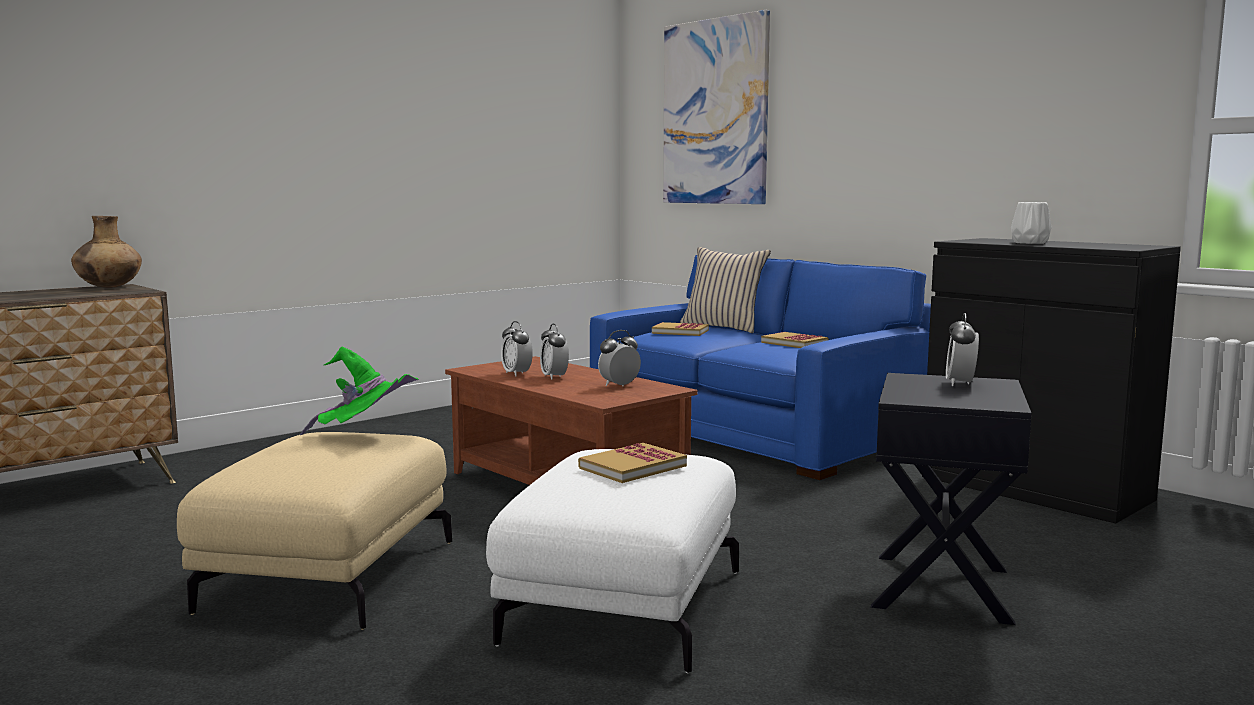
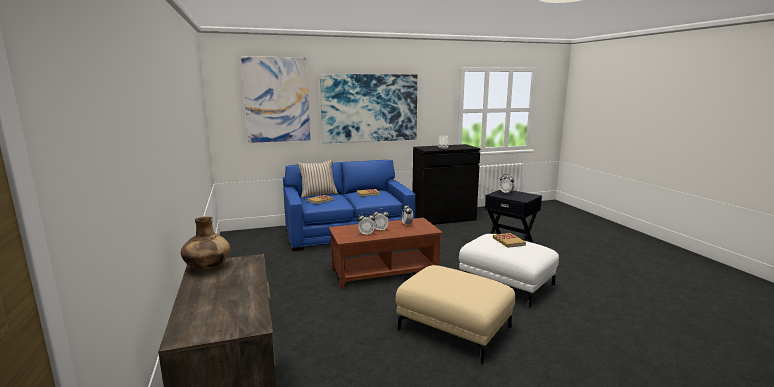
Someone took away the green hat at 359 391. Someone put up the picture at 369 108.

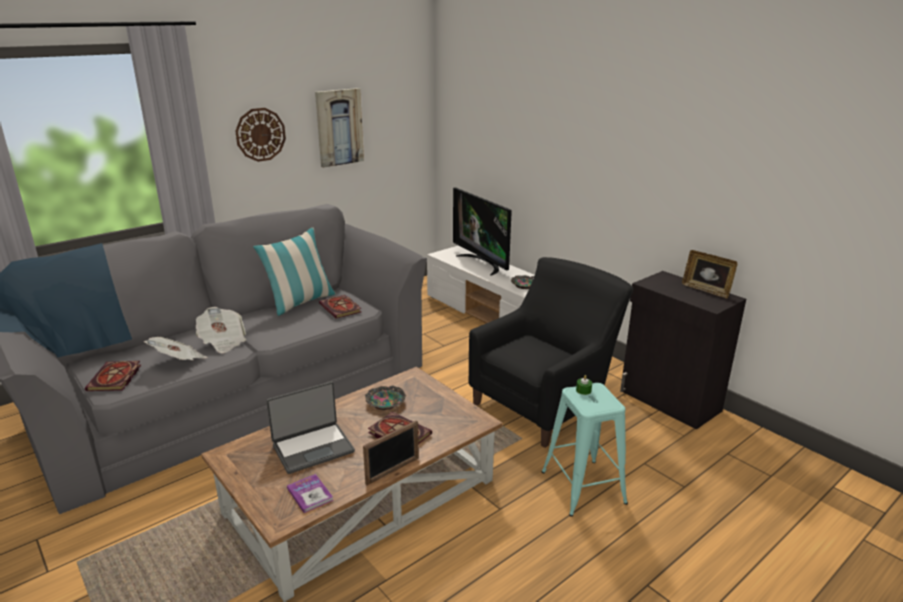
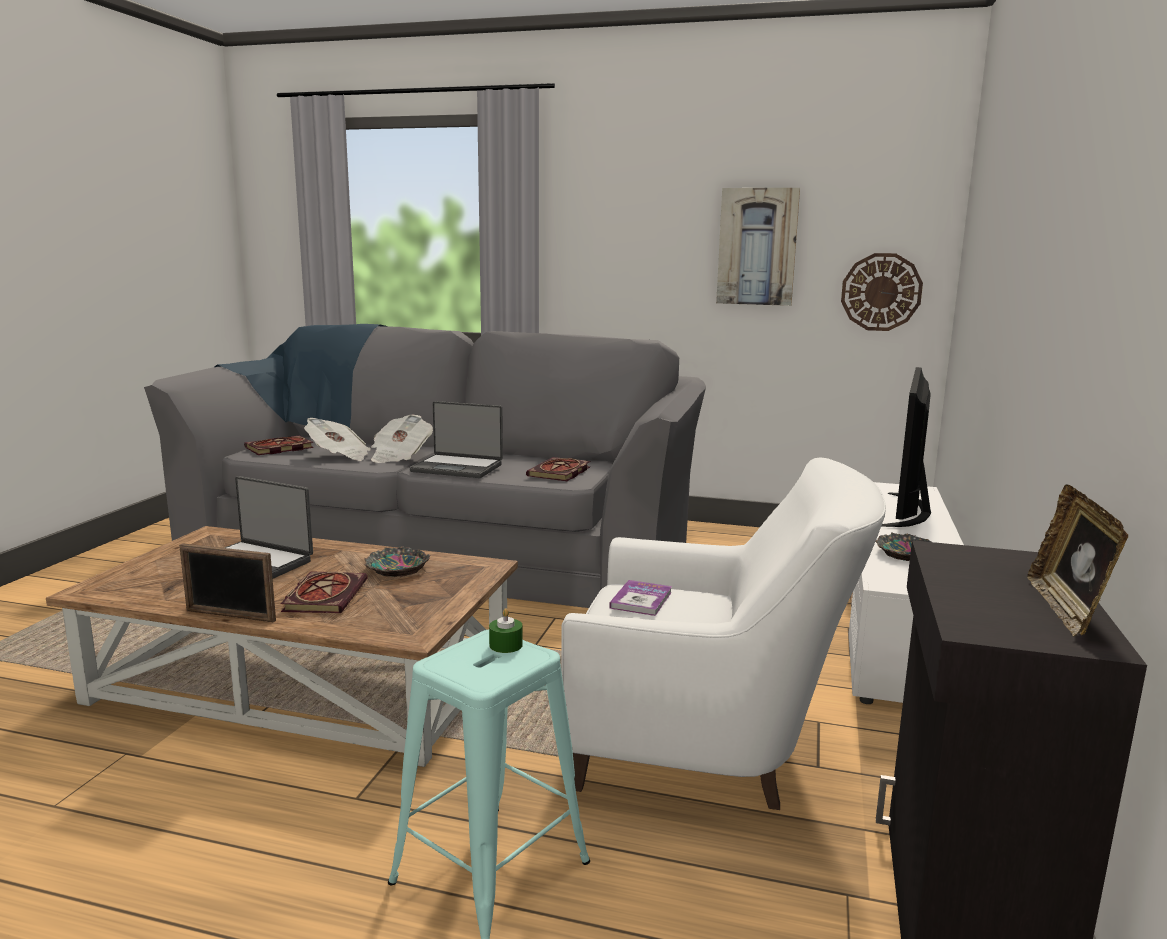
Someone carried the wall clock from 260 135 to 882 292. Someone took away the pillow at 294 272. Someone repainted the black armchair at 551 352, which became the white armchair at 723 633. Someone carried the book from 310 493 to 640 598. Someone put down the laptop at 456 439.

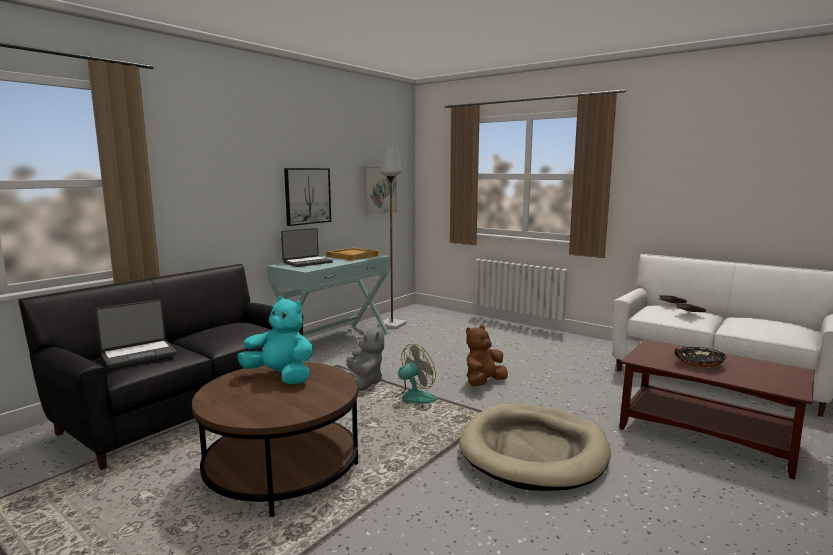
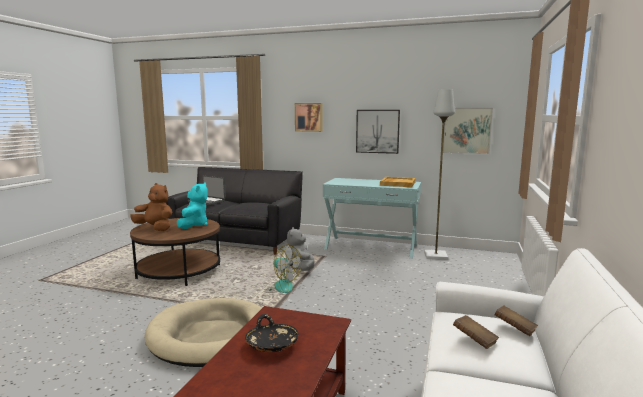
Someone took away the laptop at 307 247. Someone rotated the grey plush toy at 365 358 by 120 degrees clockwise. Someone carried the brown plush toy from 487 355 to 151 207. Someone put up the picture at 308 117.

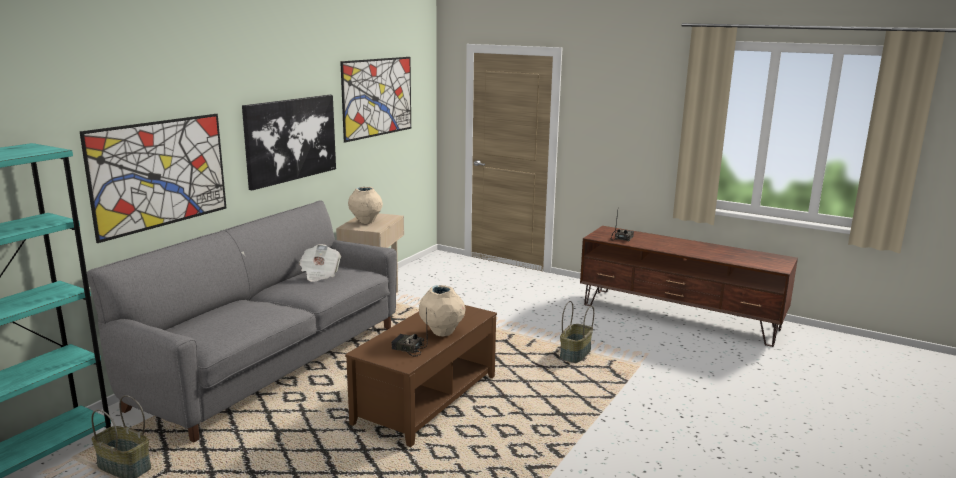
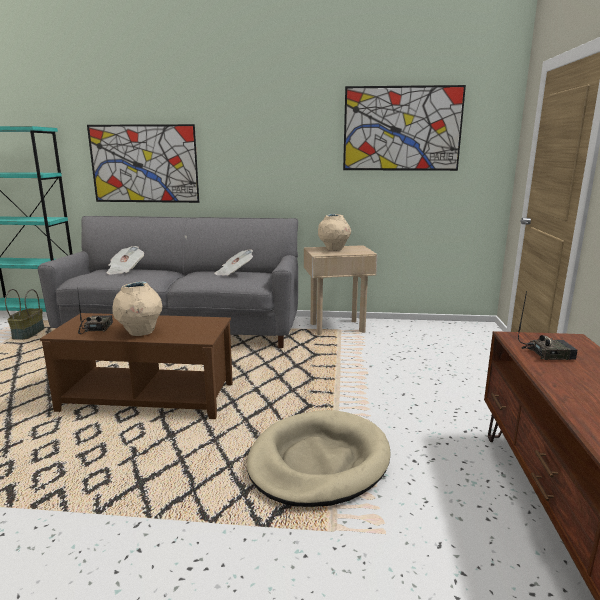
Someone took away the picture at 289 142. Someone swapped the basket at 577 332 for the beige dog bed at 318 458. Someone put down the newspaper at 125 260.

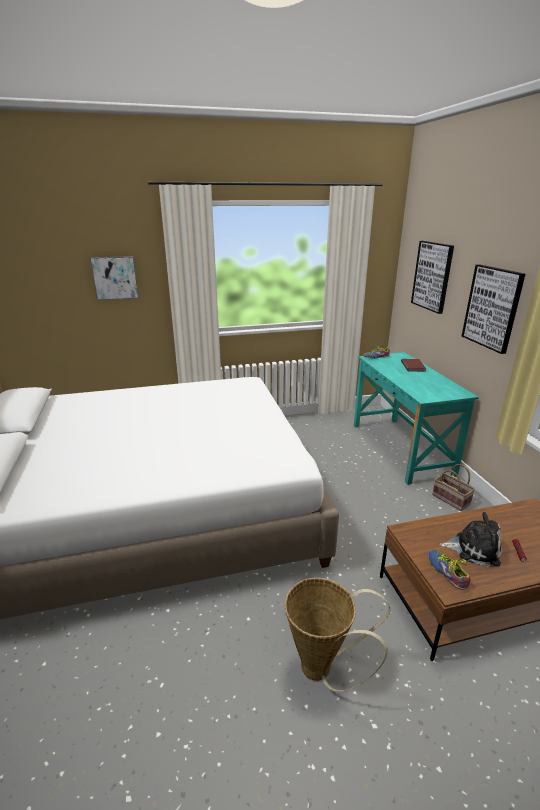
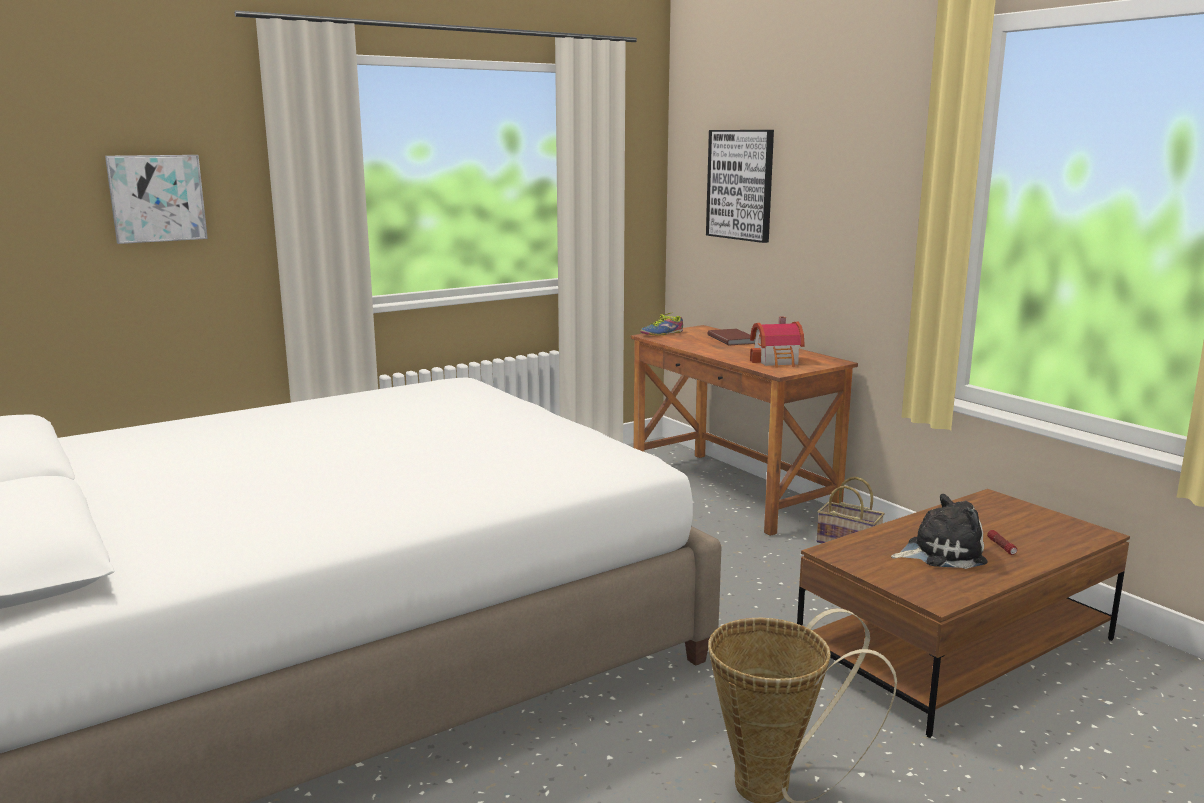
Someone took away the picture at 493 309. Someone repainted the turquoise desk at 416 418, which became the brown desk at 744 430. Someone took away the shoe at 449 569. Someone put down the toy house at 777 342.

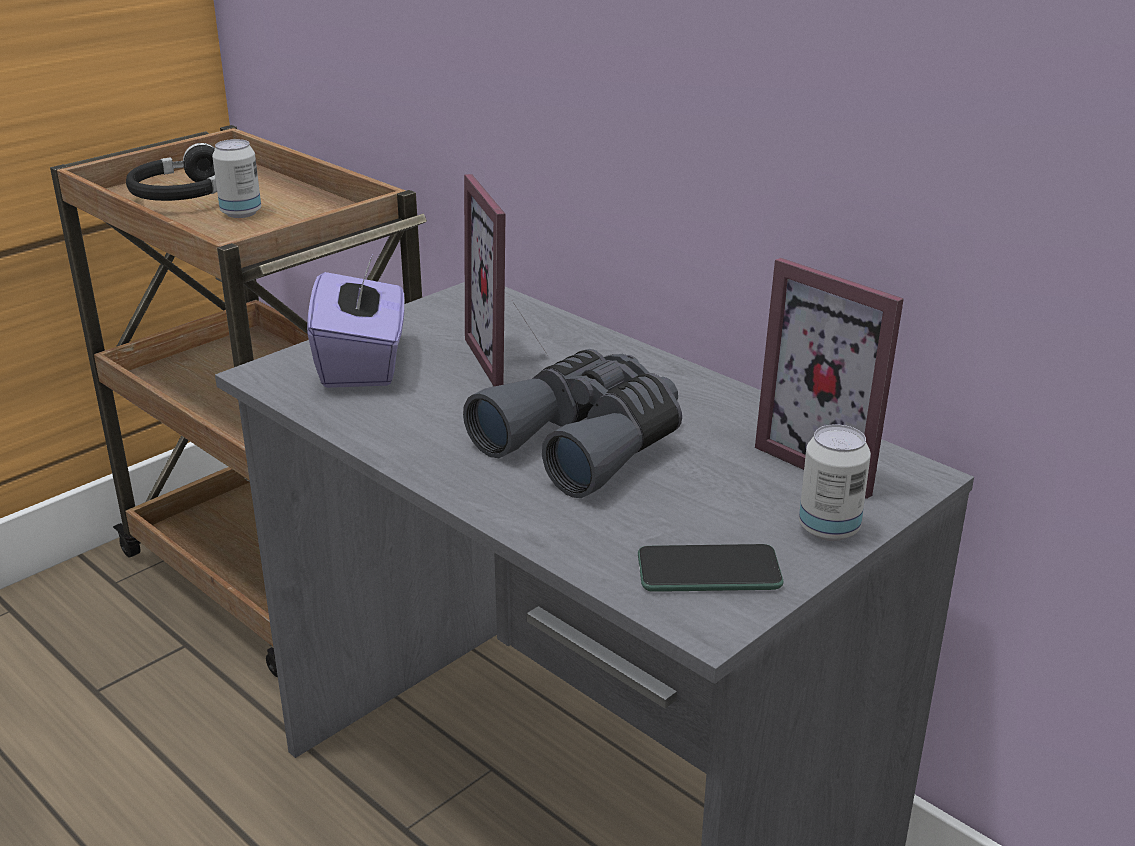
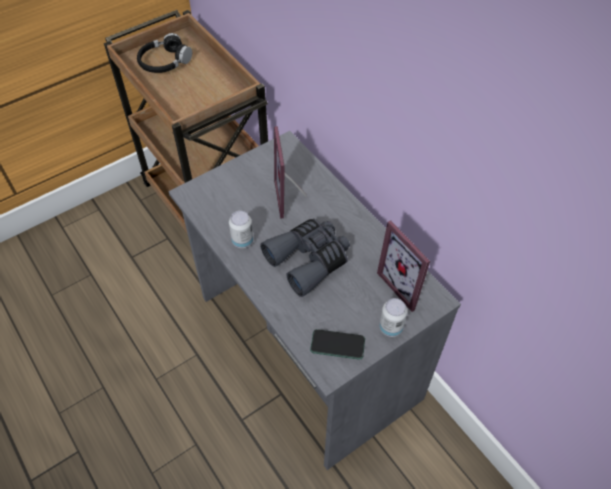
Someone carried the can from 236 178 to 241 229. Someone took away the purple tissue box at 356 321.

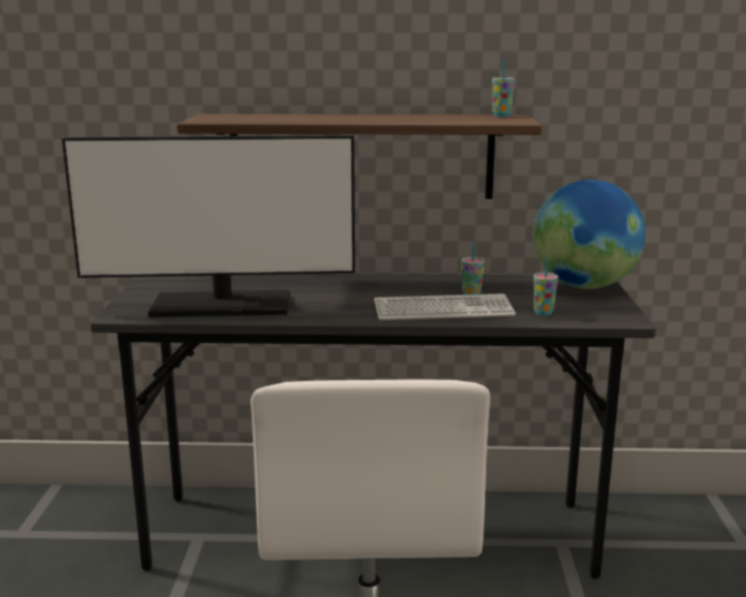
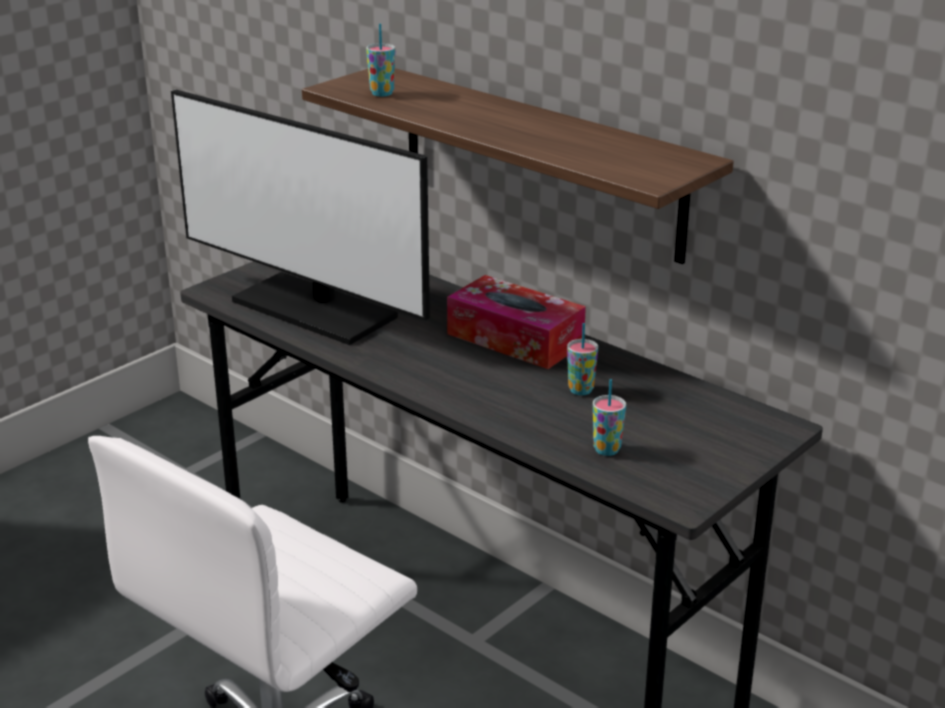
Someone carried the cup from 503 88 to 380 60. Someone took away the globe at 589 234. Someone took away the keyboard at 445 307. Someone put down the tissue box at 516 322.

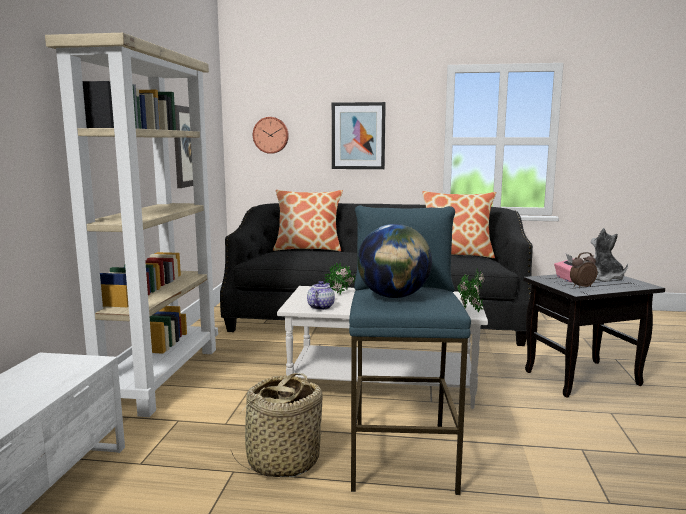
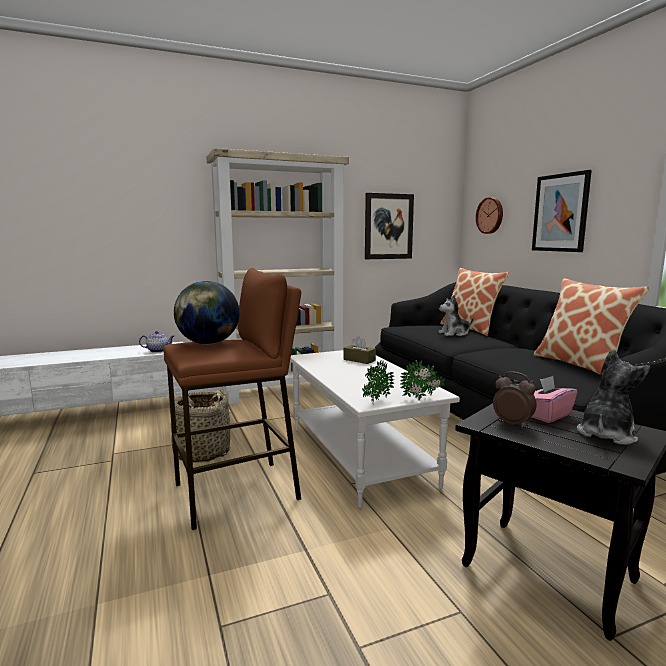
Someone repainted the blue stool at 410 350, which became the brown stool at 232 399. Someone swapped the potted plant at 340 278 for the brown tissue box at 359 350. Someone carried the teapot from 321 295 to 157 342. Someone put down the plush toy at 456 315.

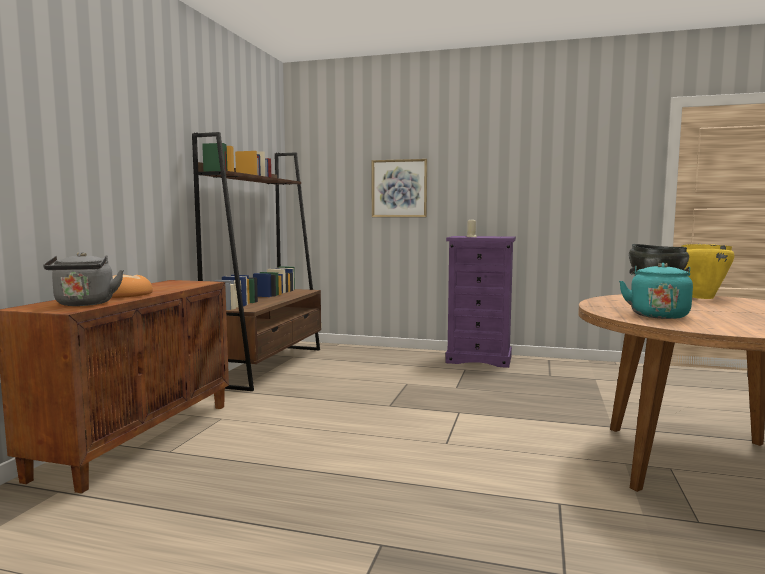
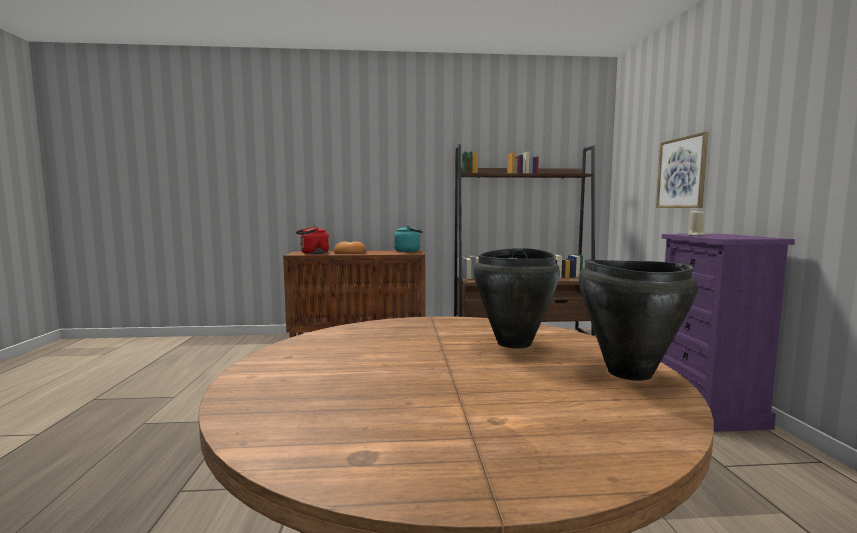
Someone repainted the yellow cooking pot at 708 271, which became the black cooking pot at 638 320. Someone repainted the grey kettle at 83 279, which became the red kettle at 312 240. Someone carried the turquoise kettle from 656 291 to 408 238.

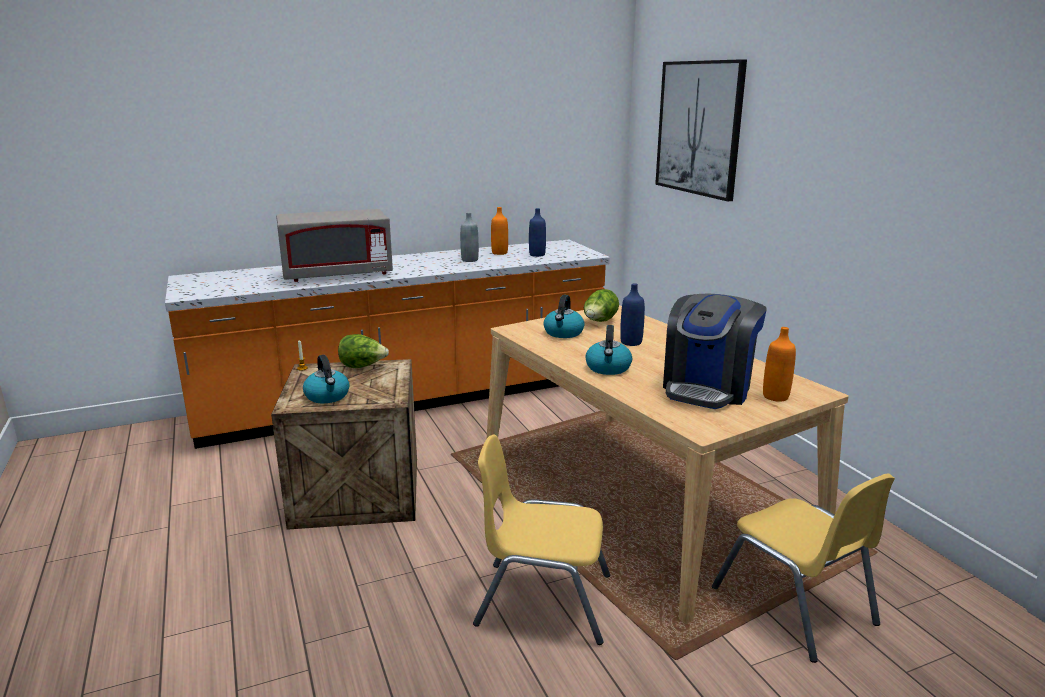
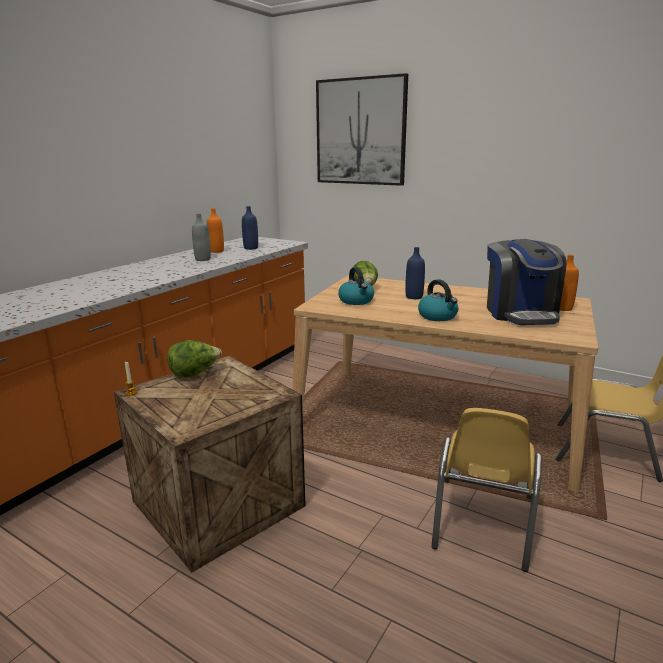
Someone took away the grey microwave at 334 245. Someone took away the kettle at 326 379. Someone rotated the yellow chair at 541 539 by 45 degrees counterclockwise.

